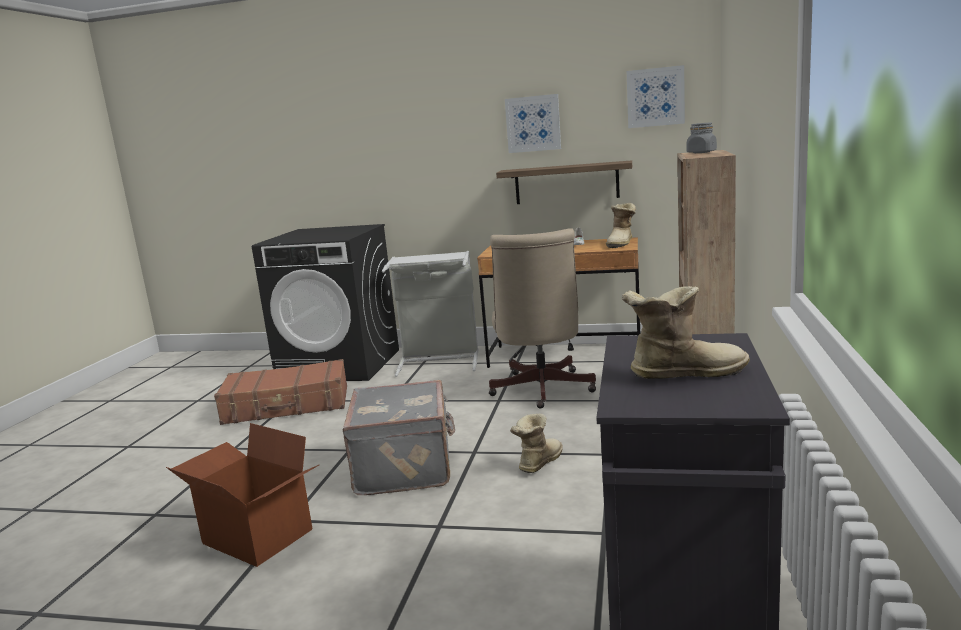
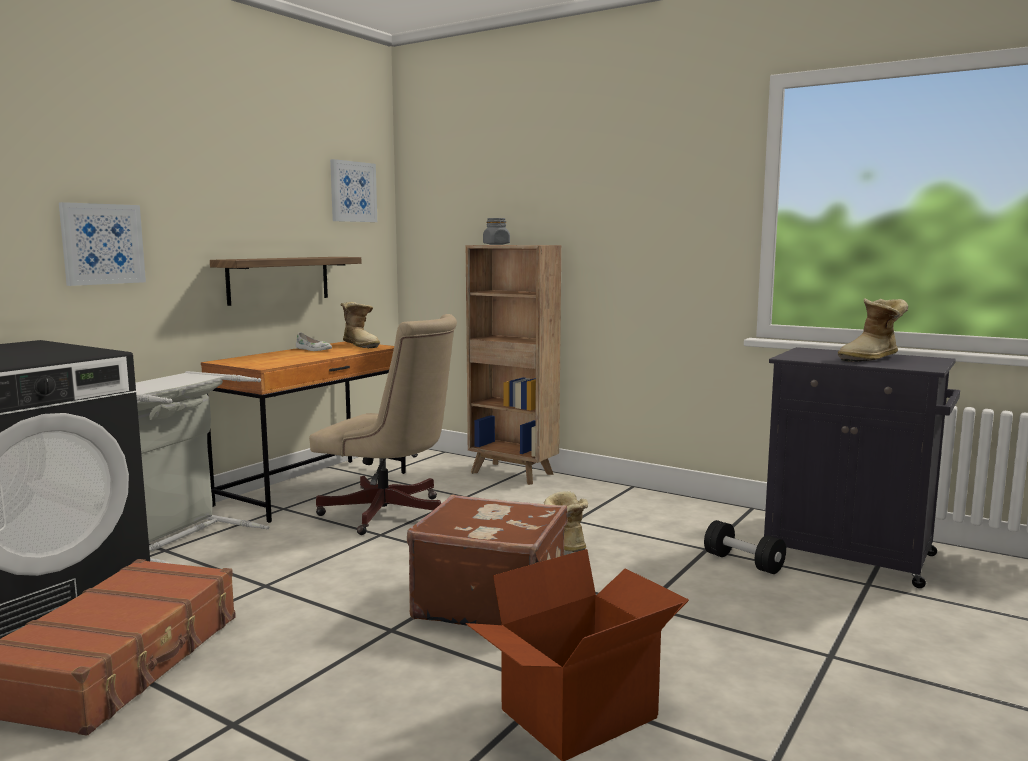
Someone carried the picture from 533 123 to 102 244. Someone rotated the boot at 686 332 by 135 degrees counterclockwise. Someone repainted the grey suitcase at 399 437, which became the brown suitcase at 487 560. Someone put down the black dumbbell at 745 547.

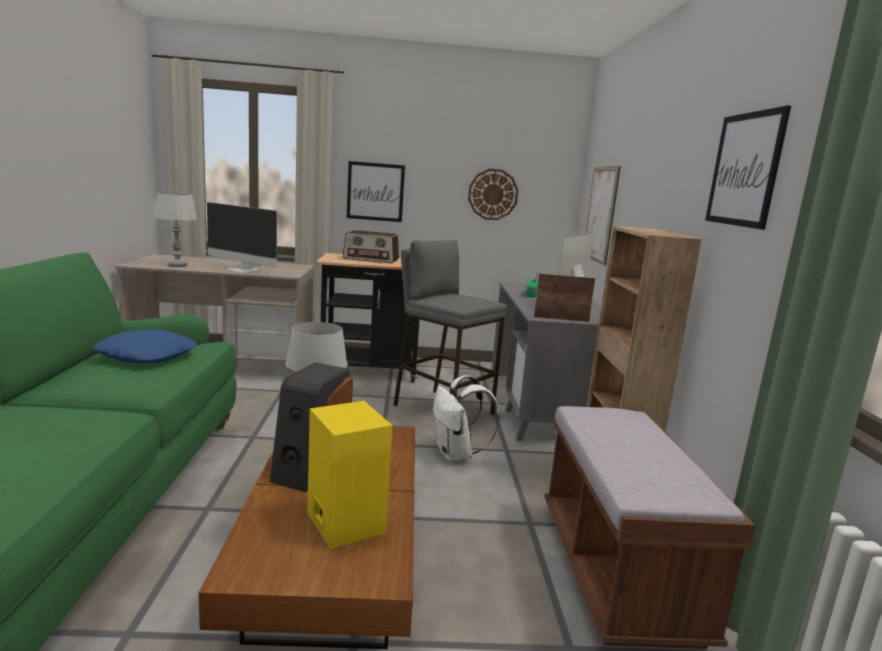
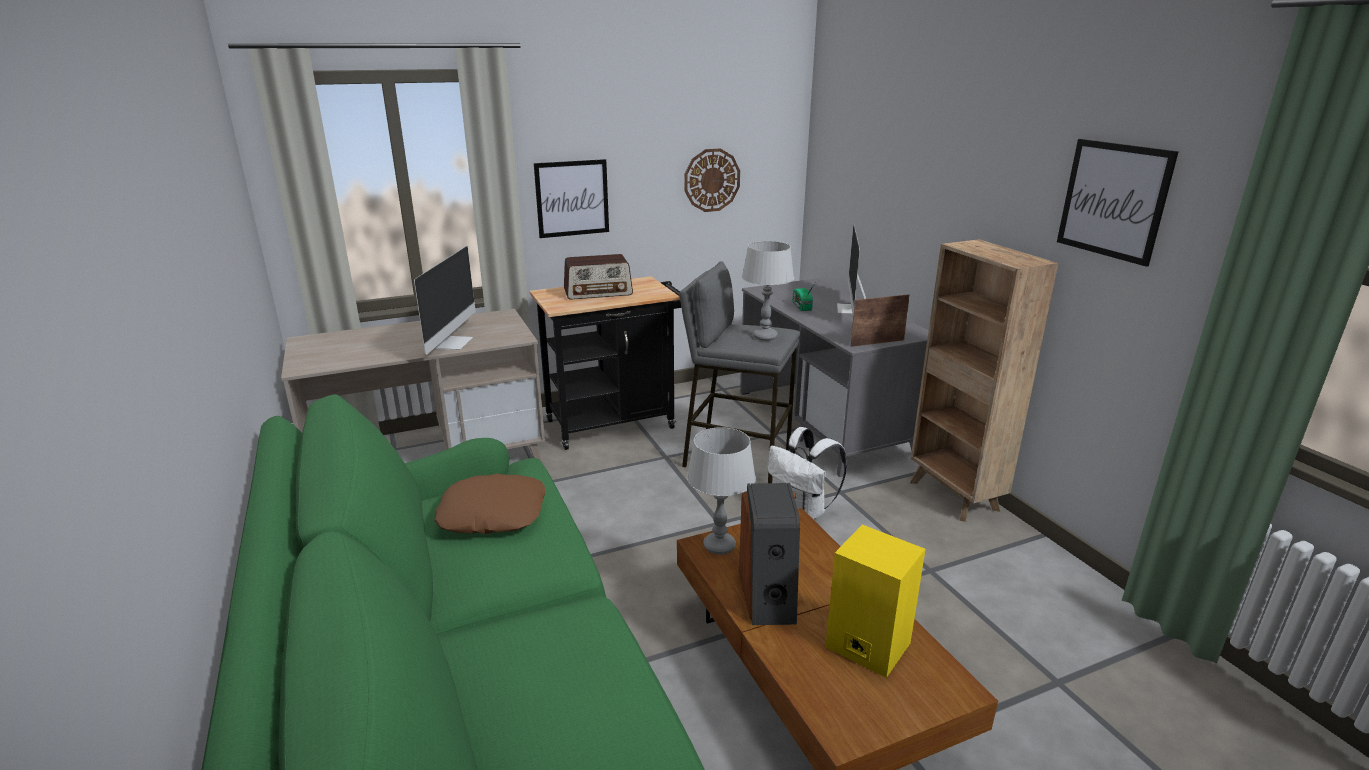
Someone took away the picture at 603 216. Someone carried the grey table lamp from 175 230 to 768 291. Someone rotated the monitor at 242 237 by 90 degrees counterclockwise. Someone repainted the blue pillow at 145 346, which became the brown pillow at 489 504. Someone took away the brown bench at 650 527.

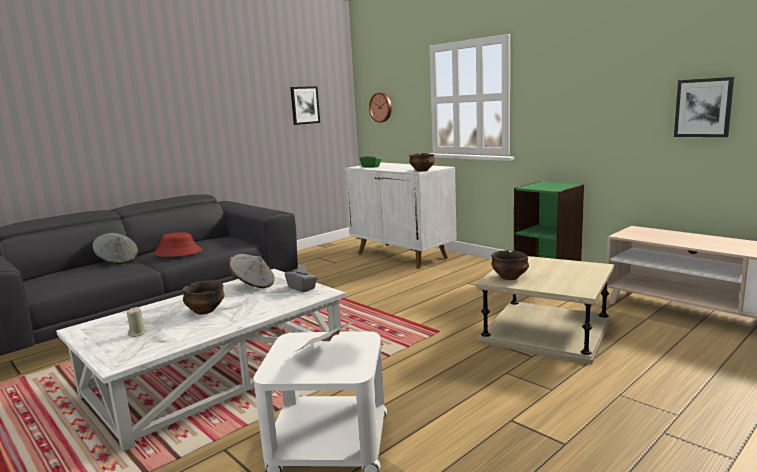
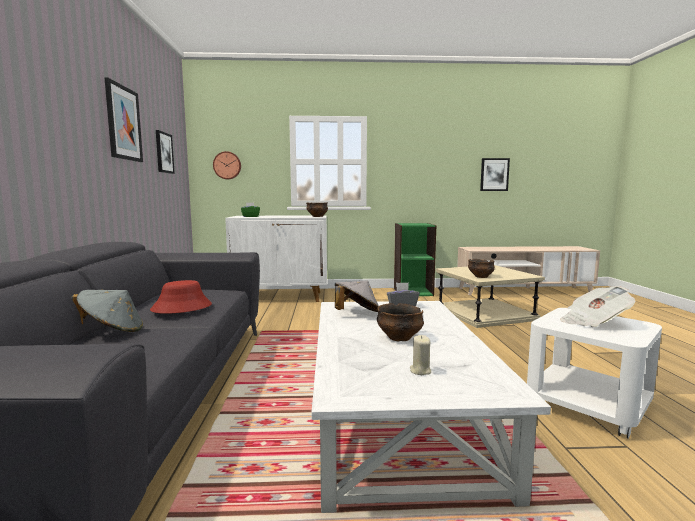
Someone put up the picture at 124 119.

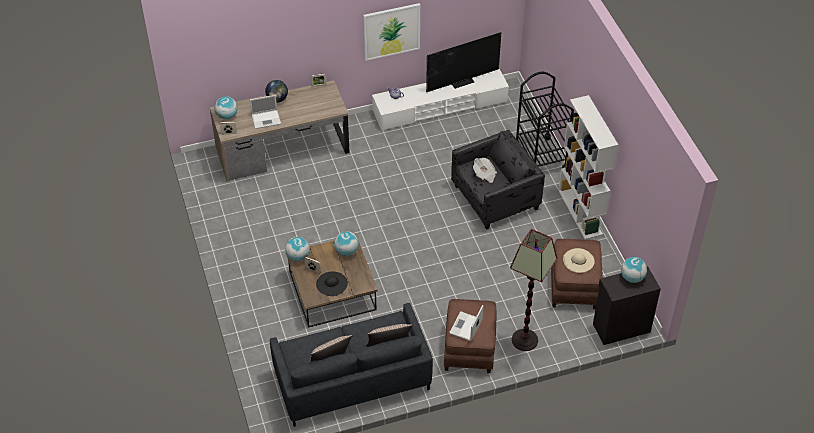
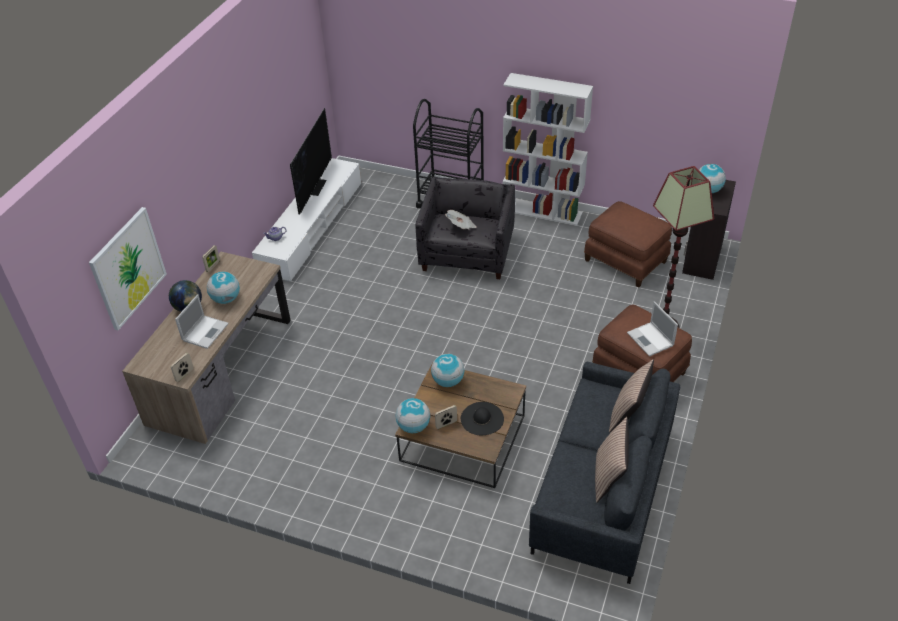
Someone carried the picture from 391 32 to 128 268. Someone carried the globe from 226 108 to 223 288. Someone took away the beige hat at 579 260.

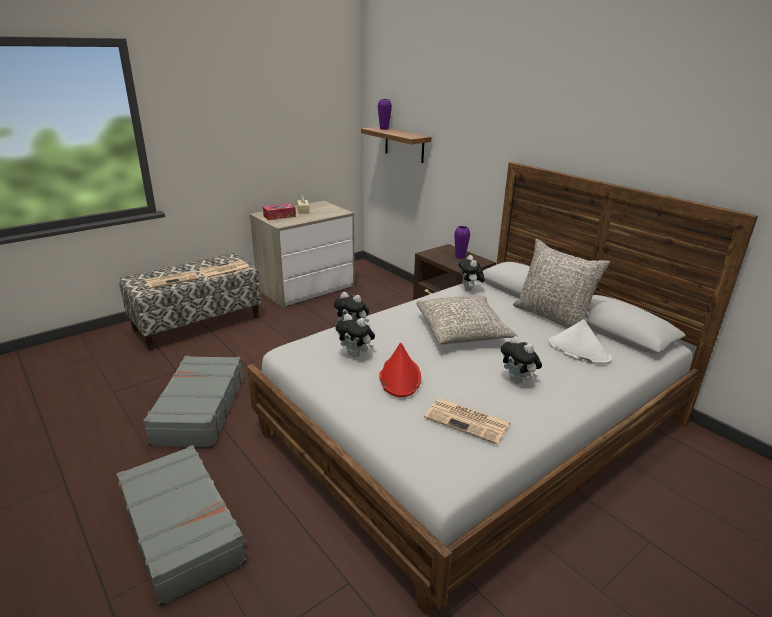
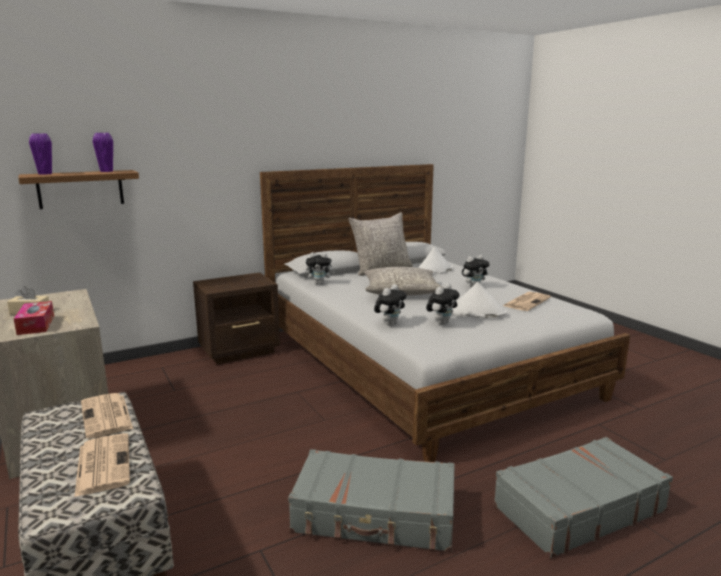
Someone carried the purple vase from 462 242 to 103 152. Someone repainted the red hat at 400 370, which became the white hat at 479 300.

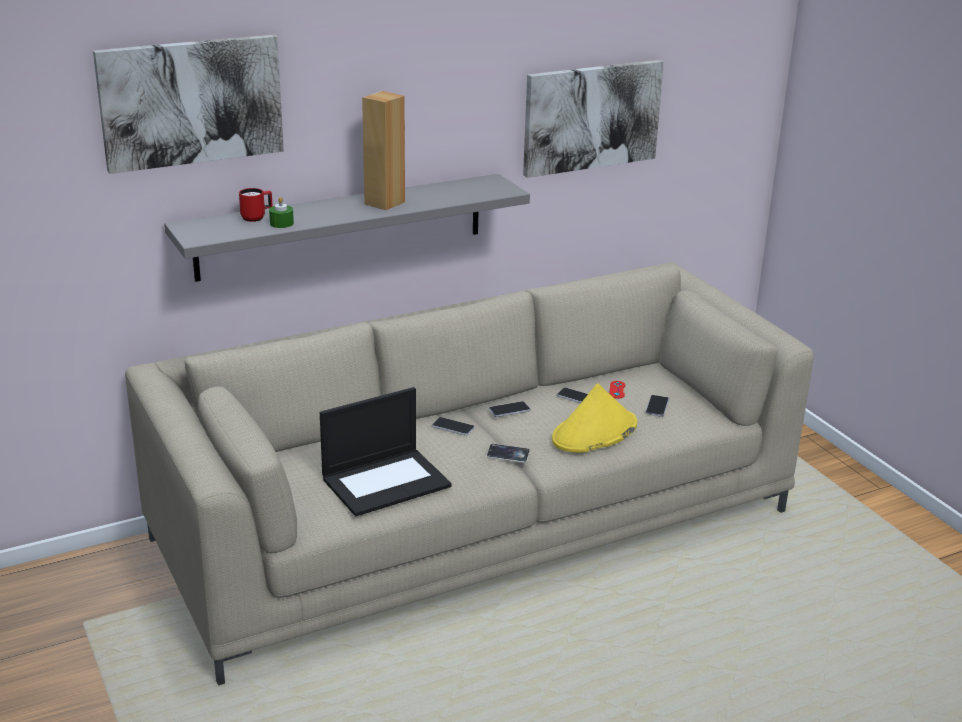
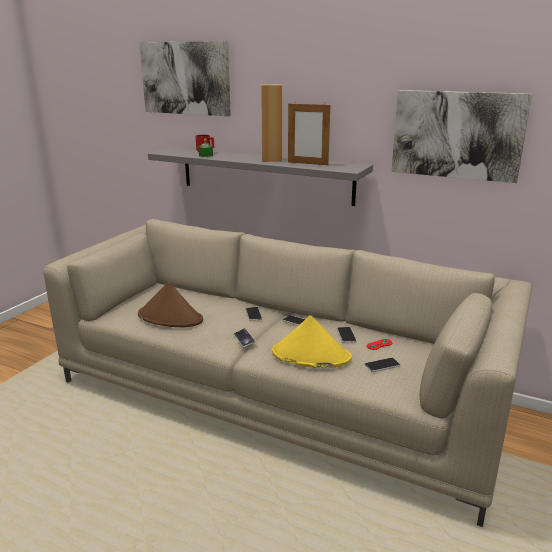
Someone swapped the laptop at 386 451 for the brown hat at 170 304. Someone put down the picture frame at 309 133.

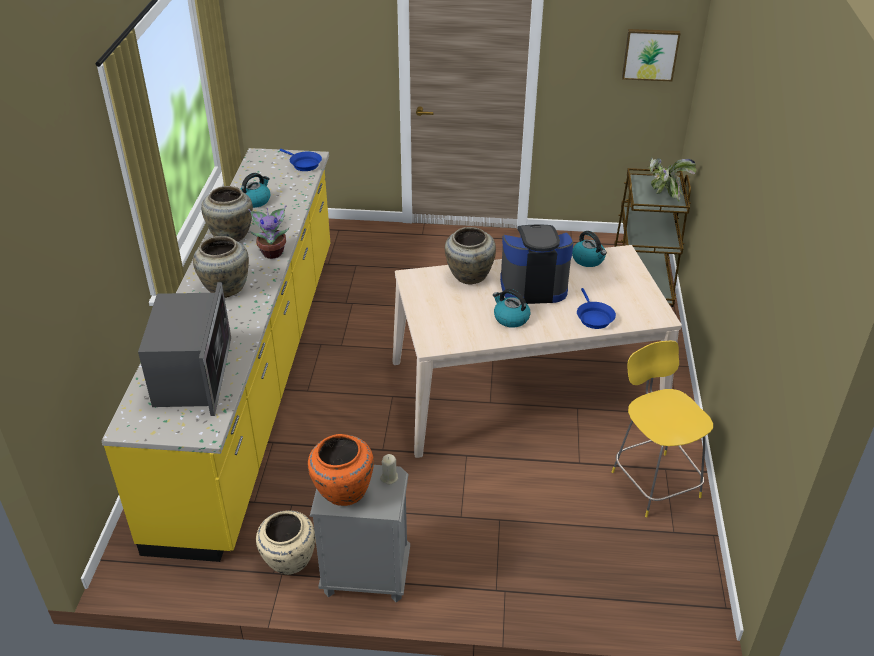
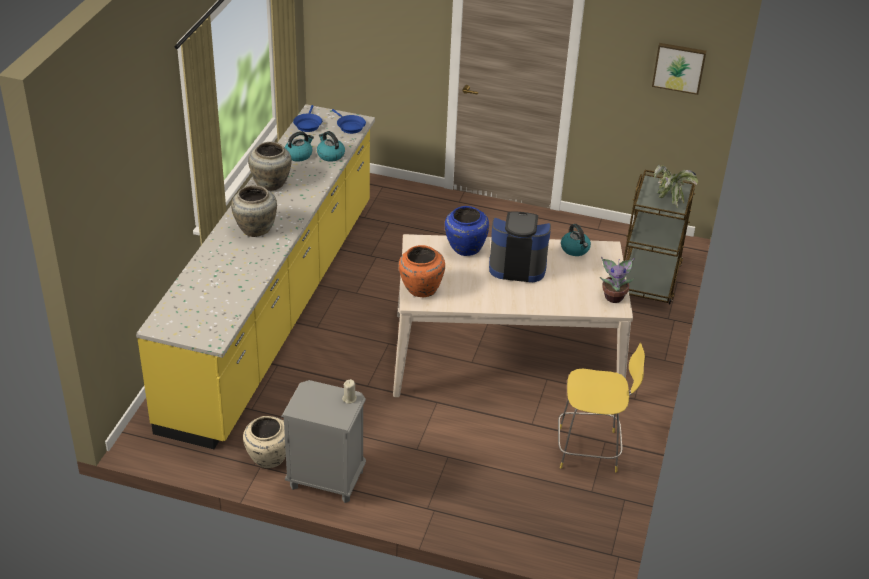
Someone carried the potted plant from 268 232 to 617 280. Someone repainted the beige vase at 470 255, which became the blue vase at 467 231. Someone took away the microwave at 184 349. Someone carried the blue frying pan from 596 308 to 307 118. Someone carried the kettle from 511 308 to 331 146. Someone rotated the yellow chair at 662 429 by 105 degrees clockwise. Someone carried the orange vase from 341 470 to 422 271.

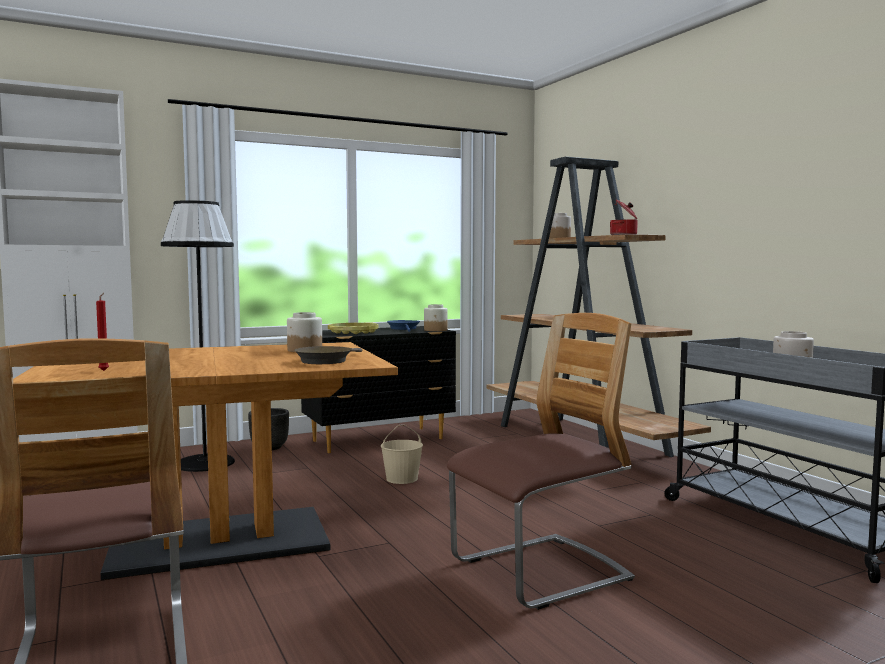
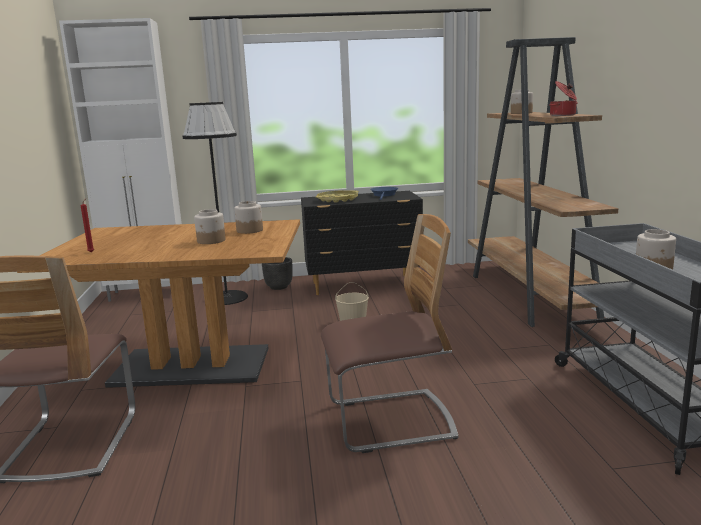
Someone carried the jar from 435 317 to 210 226. Someone took away the brown frying pan at 328 355.

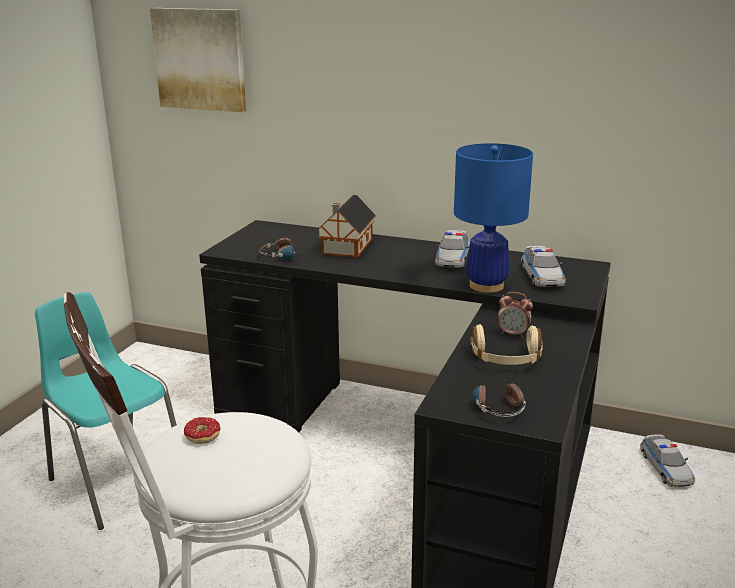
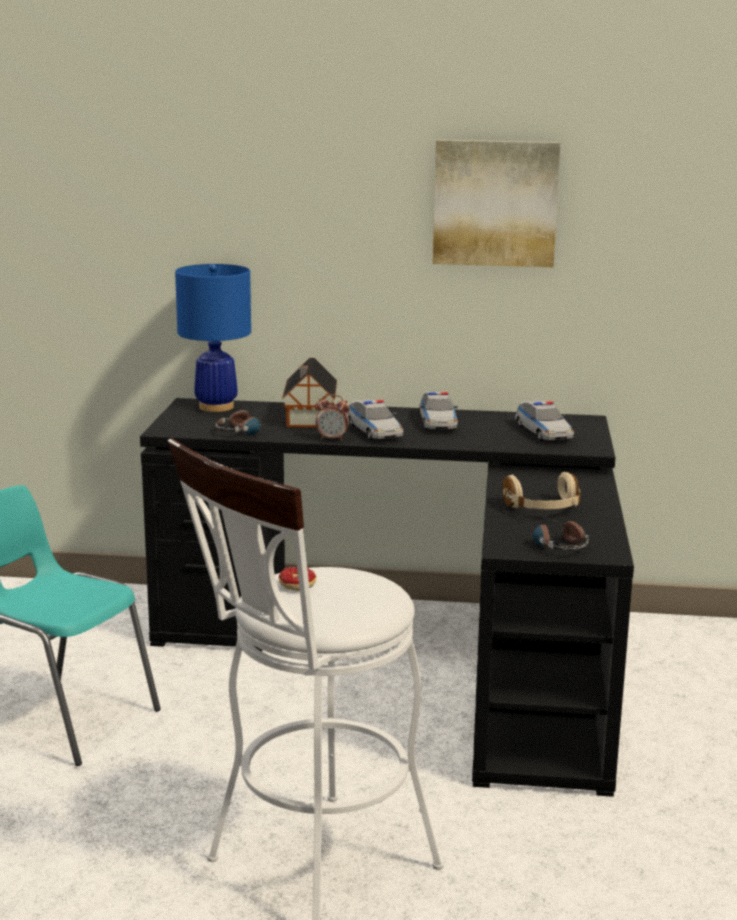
Someone carried the picture from 198 60 to 496 203. Someone carried the blue table lamp from 493 218 to 213 338. Someone carried the alarm clock from 515 314 to 333 417. Someone carried the toy car from 667 460 to 375 420.

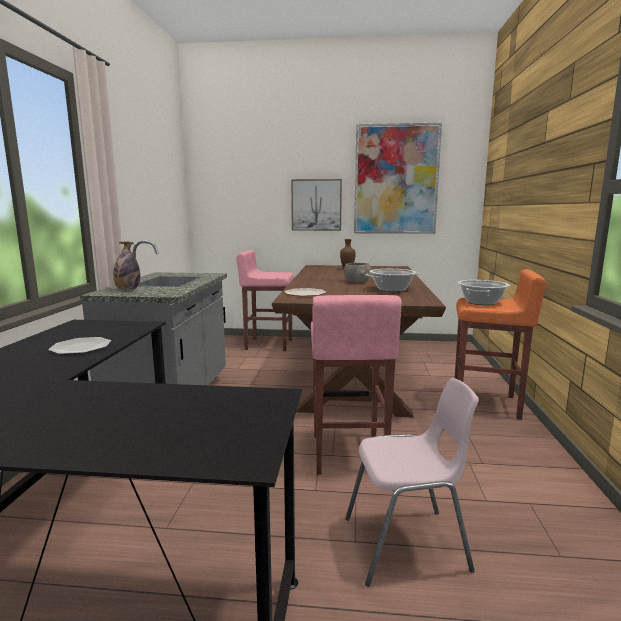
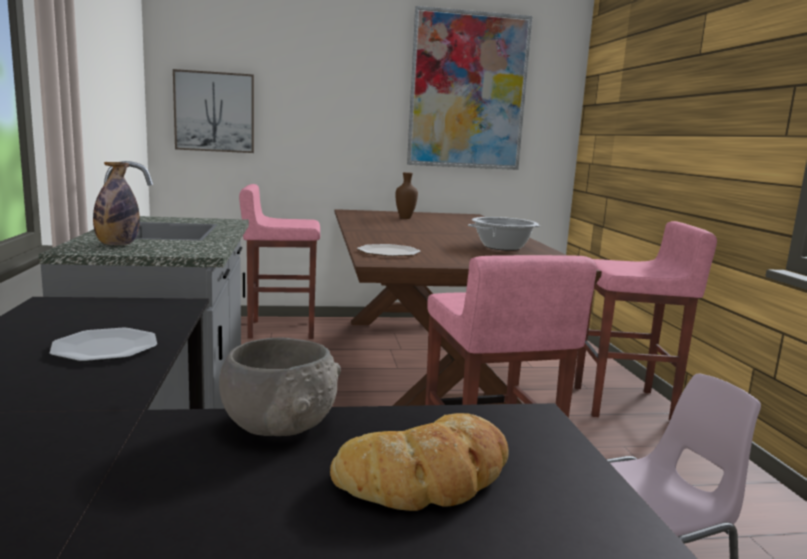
Someone carried the picture from 316 205 to 213 111. Someone carried the grey bowl from 358 273 to 280 387. Someone repainted the orange stool at 500 344, which became the pink stool at 645 320. Someone took away the cooking pot at 484 292. Someone put down the bread at 419 462.

